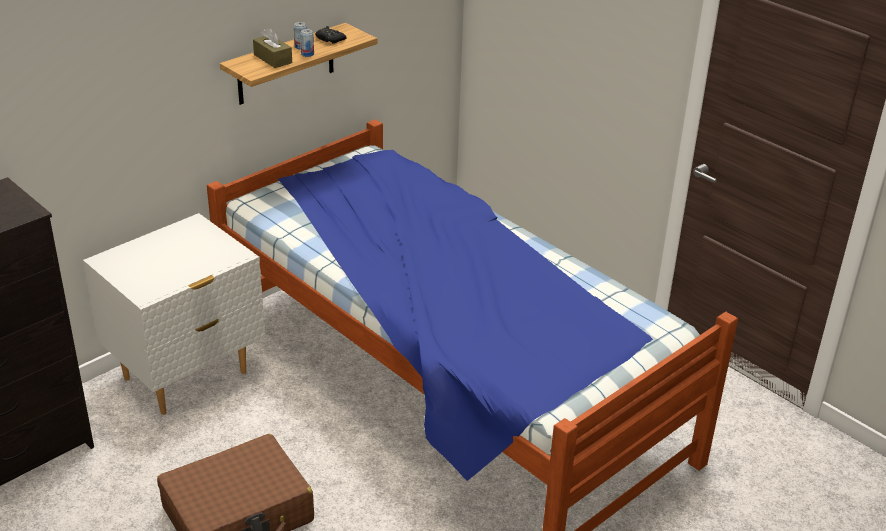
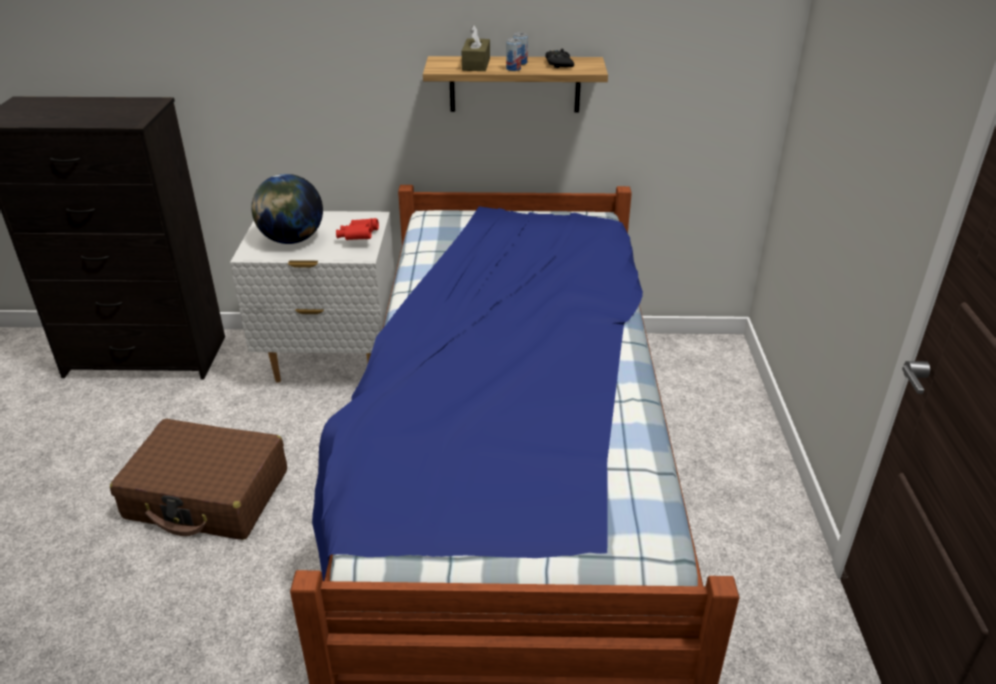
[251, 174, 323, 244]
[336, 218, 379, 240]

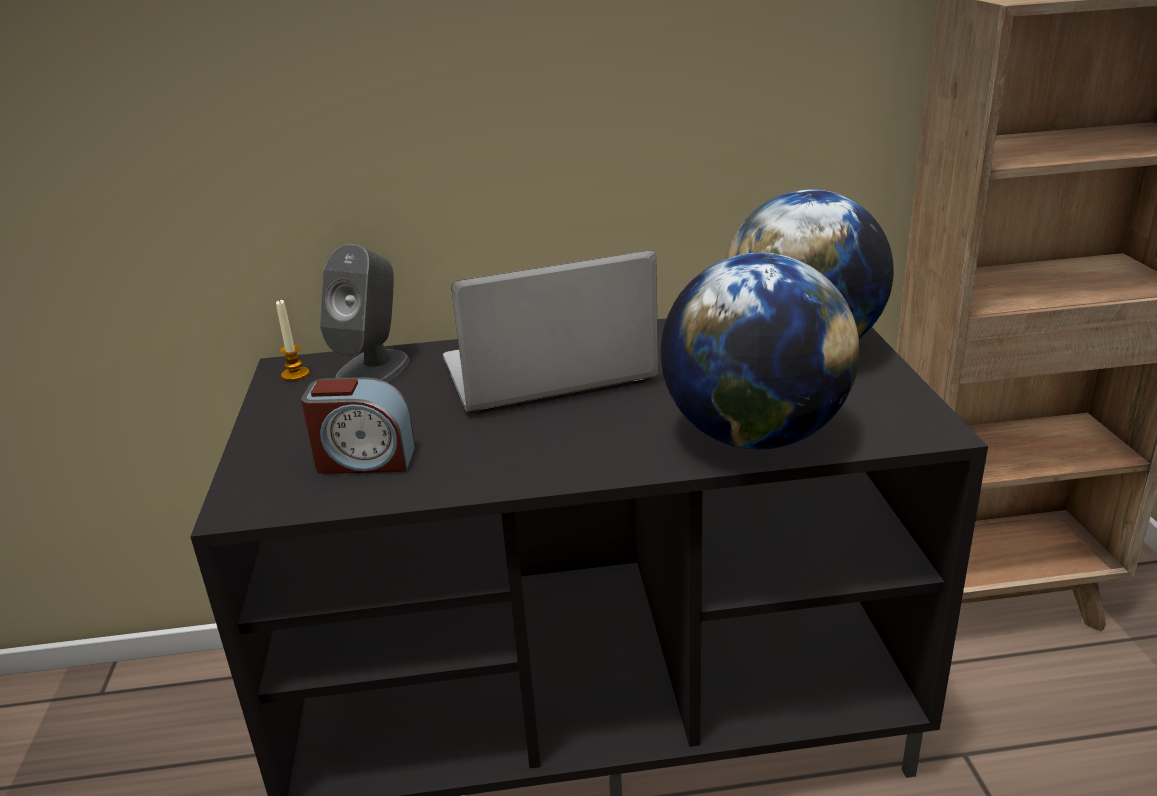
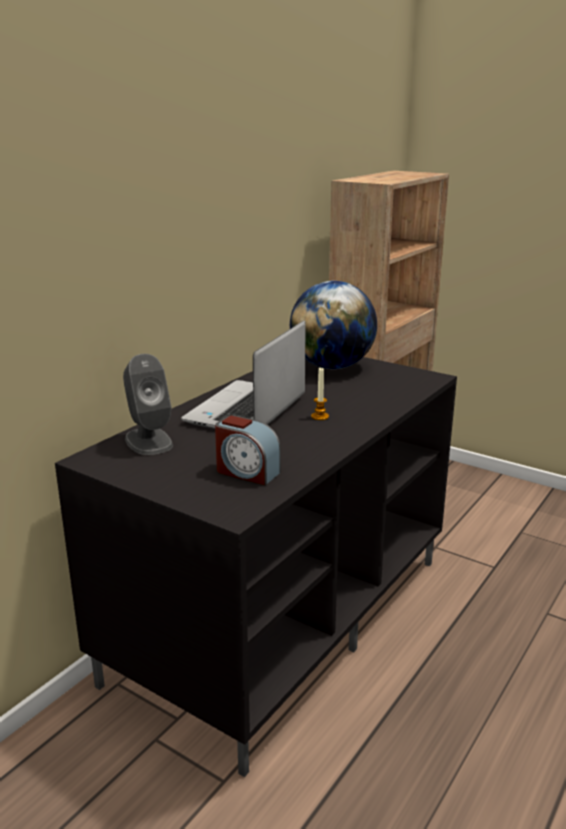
[660, 253, 859, 449] (first image)
[311, 368, 329, 420]
[215, 415, 281, 485]

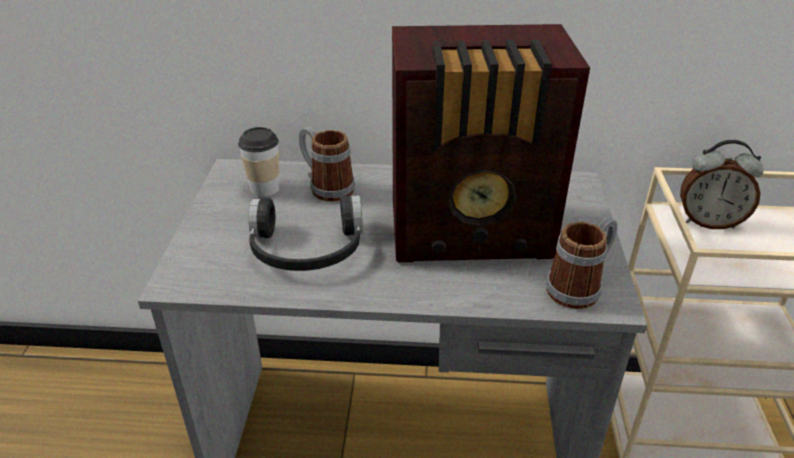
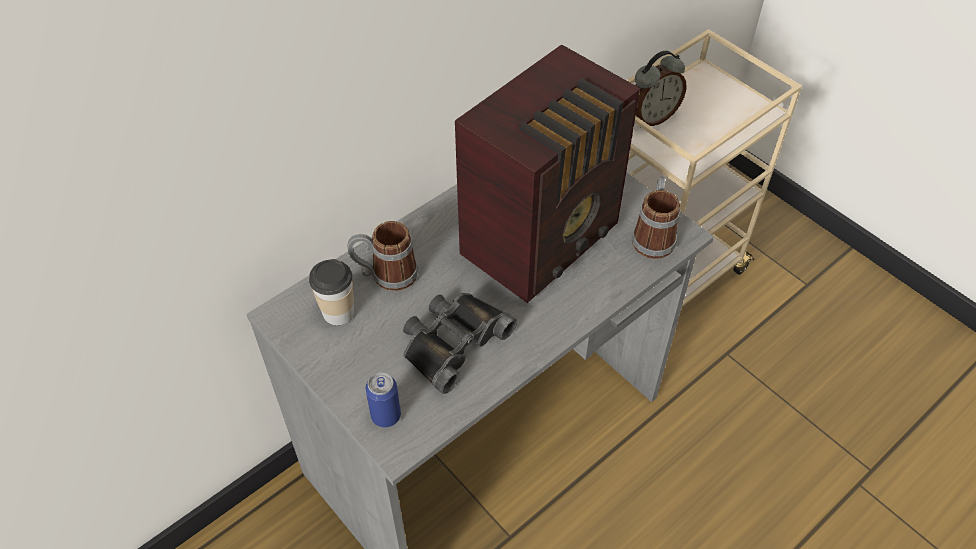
[365, 372, 401, 427]
[403, 293, 517, 394]

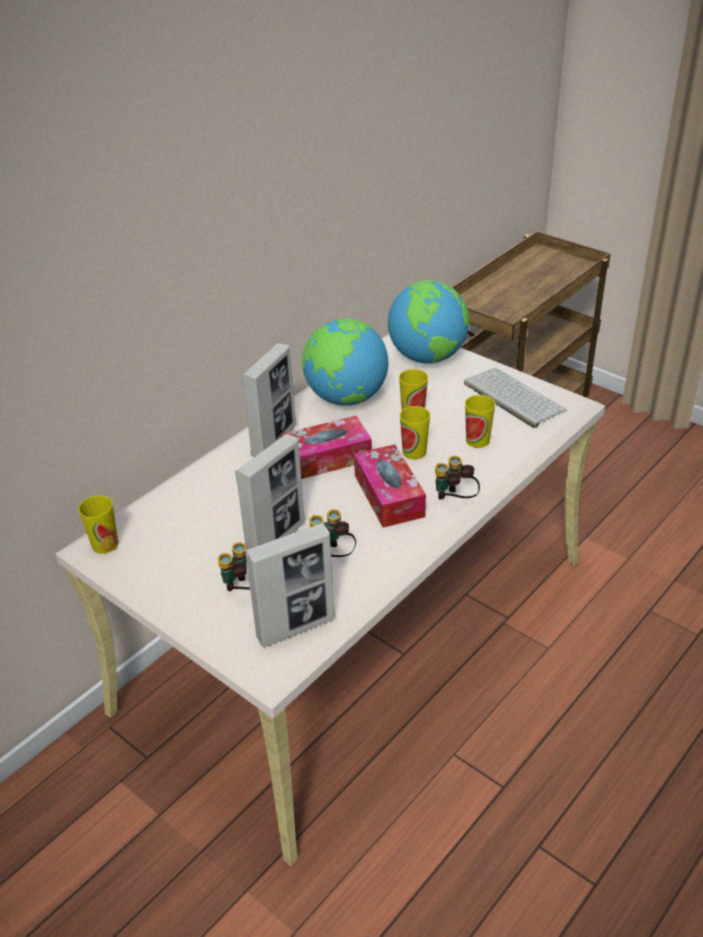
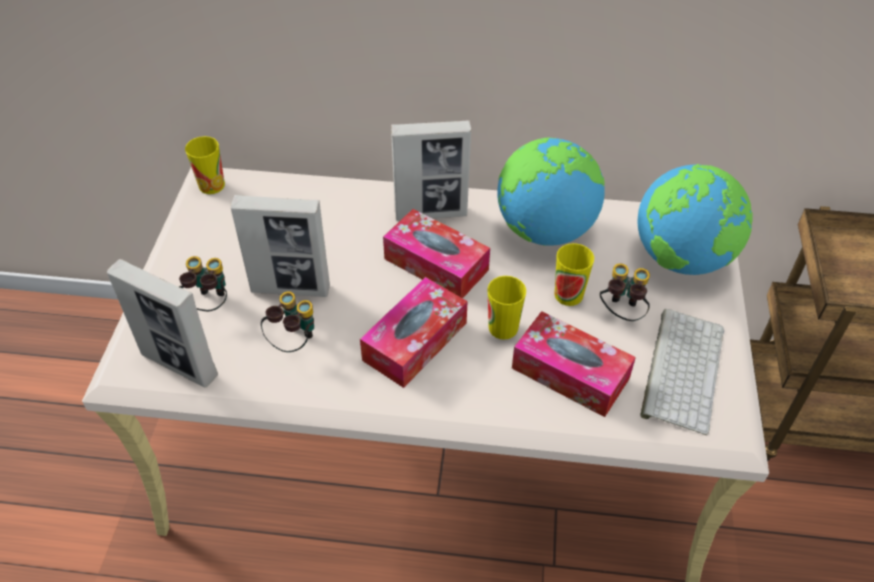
[600, 263, 650, 321]
[512, 311, 636, 417]

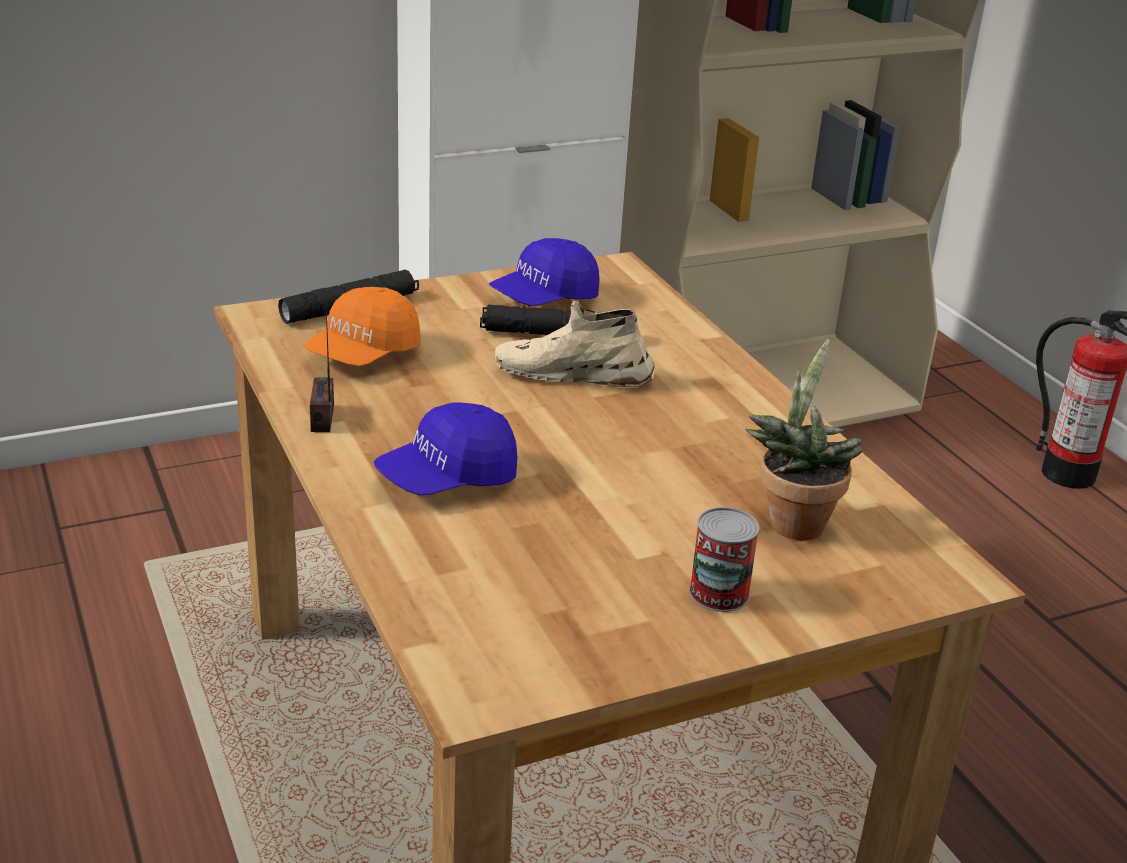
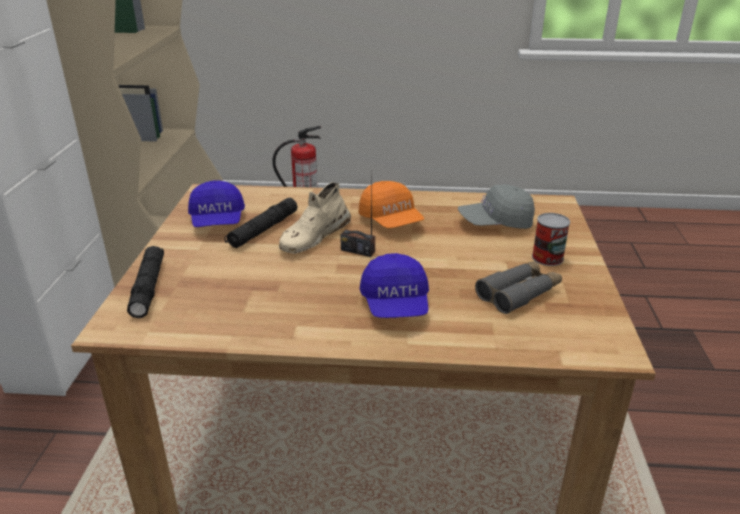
[475, 261, 562, 314]
[358, 181, 424, 228]
[340, 169, 375, 257]
[458, 184, 535, 229]

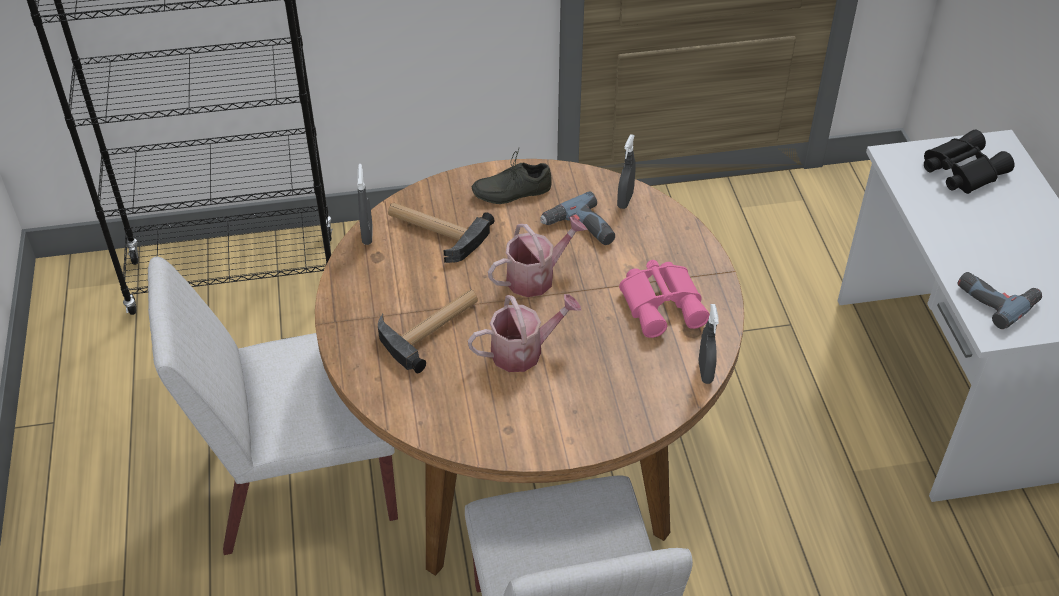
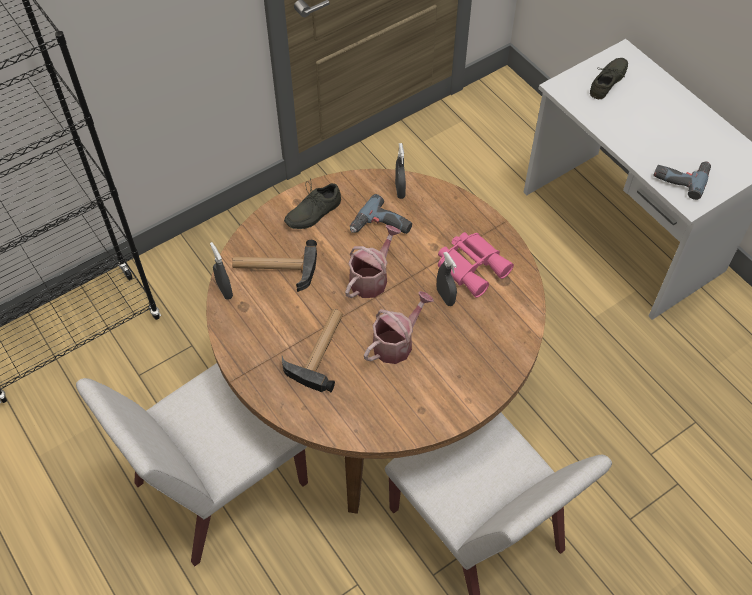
[437, 252, 457, 306]
[590, 58, 628, 99]

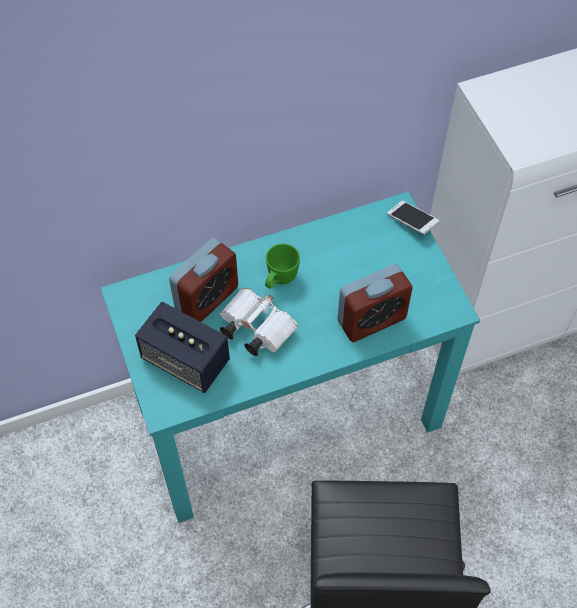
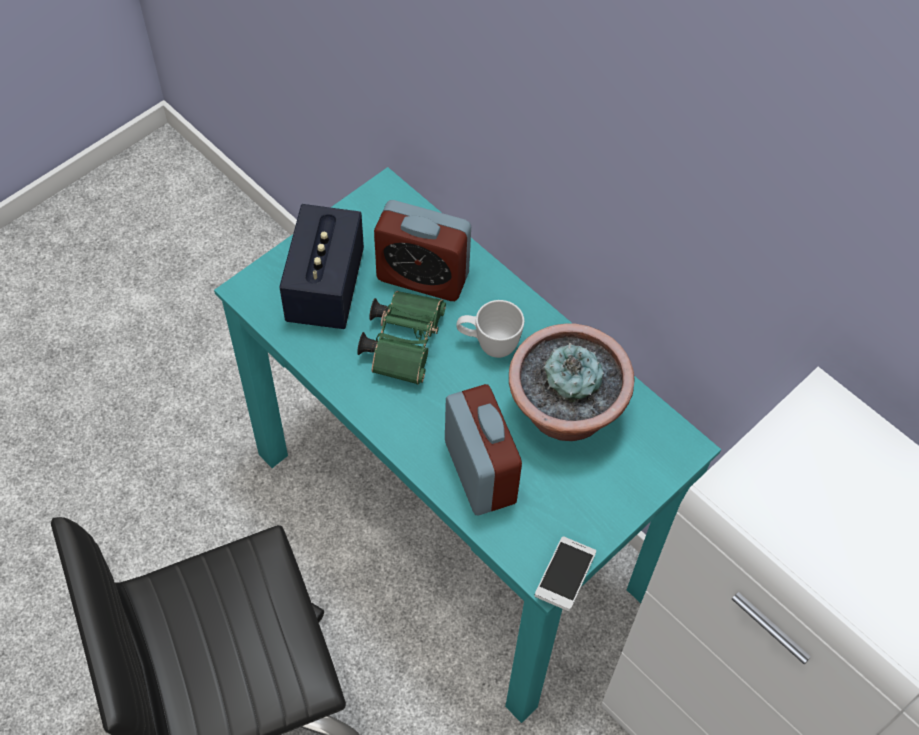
[509, 324, 635, 441]
[534, 536, 596, 611]
[357, 291, 446, 385]
[456, 300, 524, 358]
[445, 384, 522, 515]

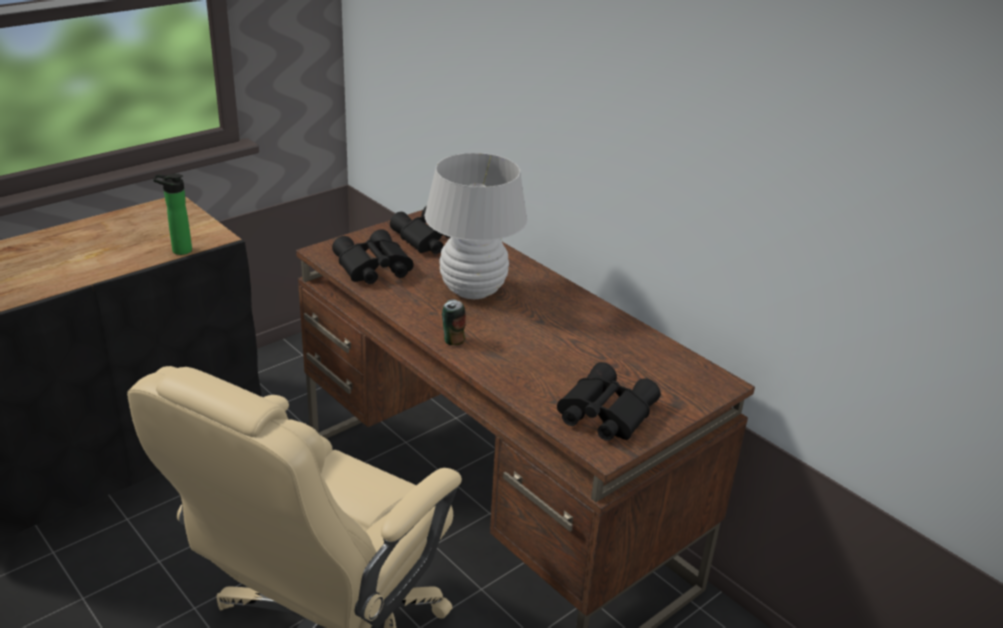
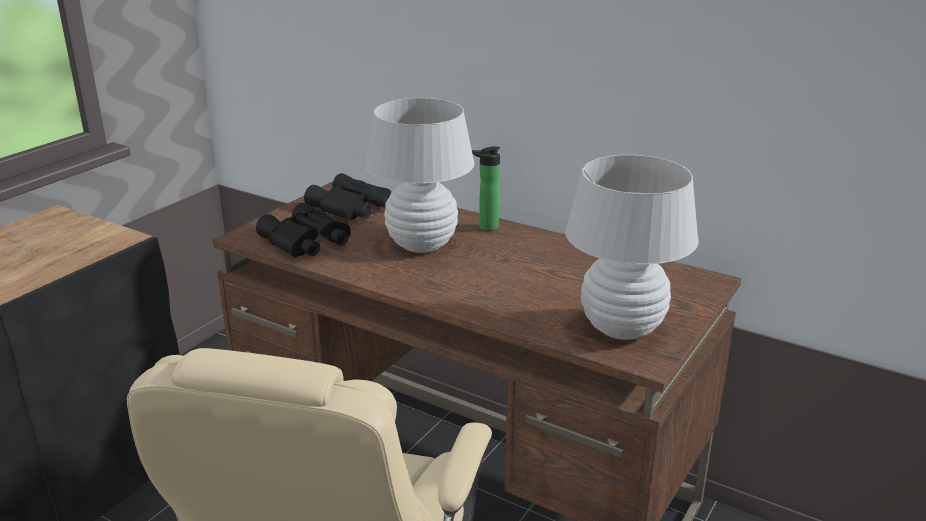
[442, 299, 466, 345] (first image)
[472, 146, 500, 231]
[565, 155, 699, 340]

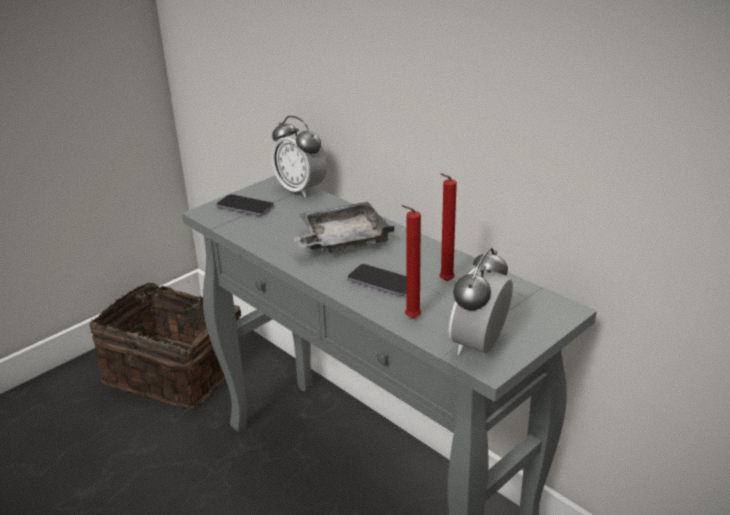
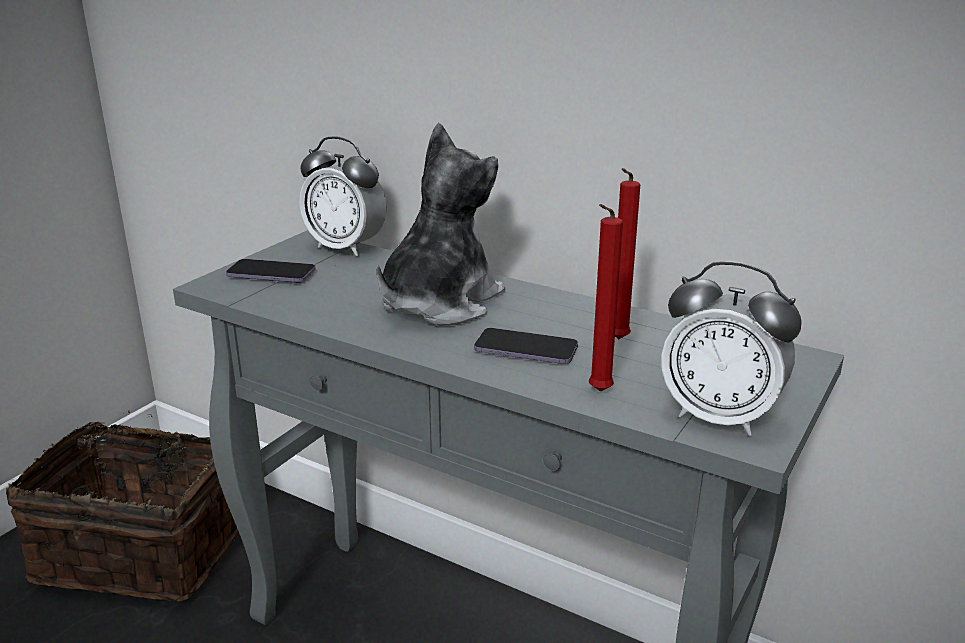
[376, 123, 505, 326]
[661, 261, 802, 436]

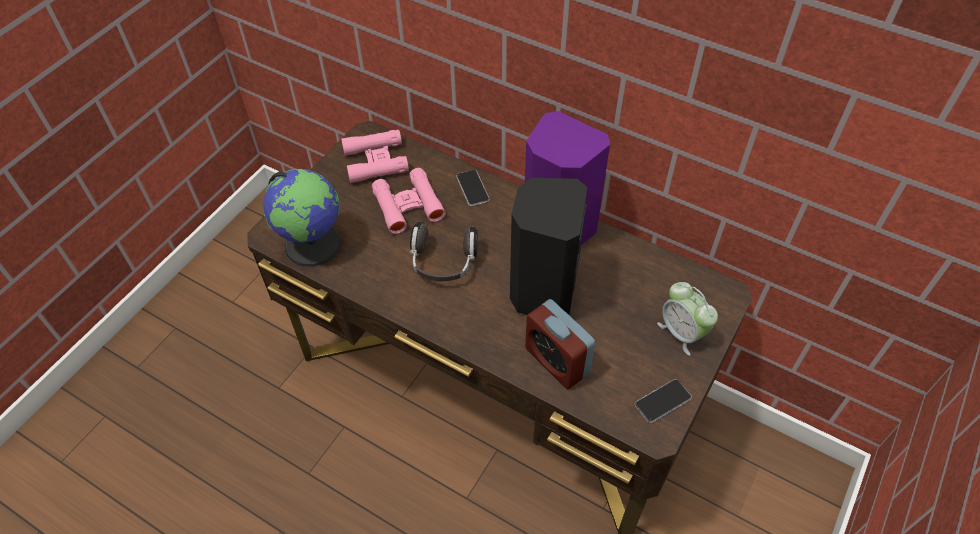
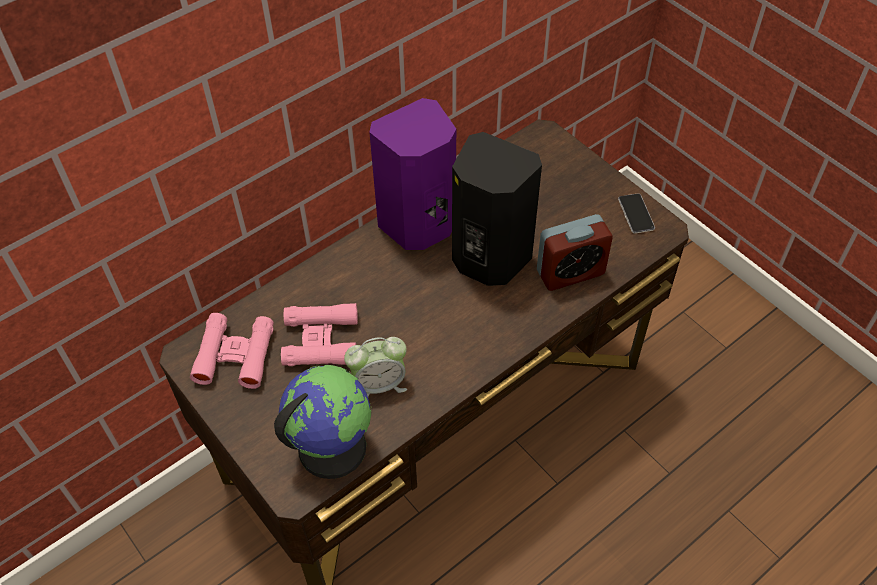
[410, 222, 478, 281] (first image)
[456, 170, 490, 206] (first image)
[344, 337, 407, 397]

